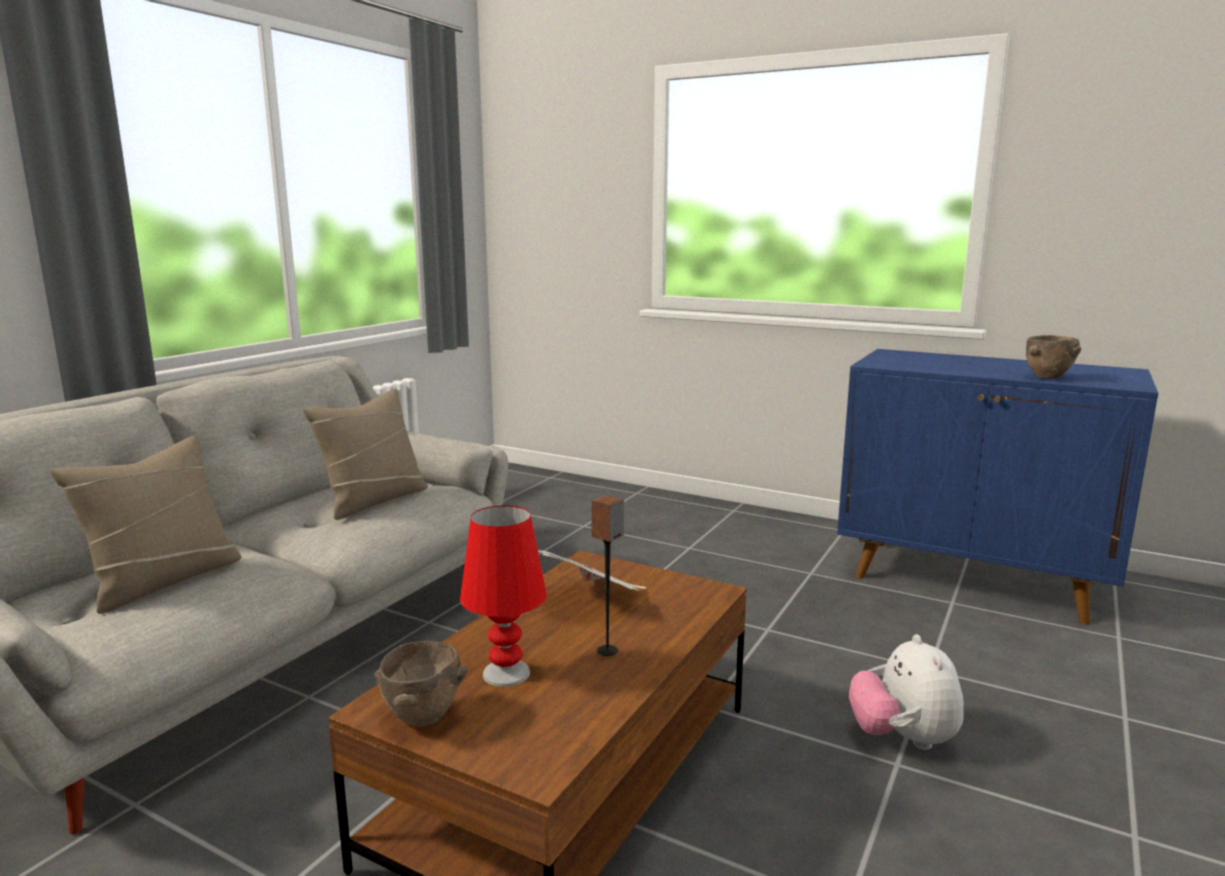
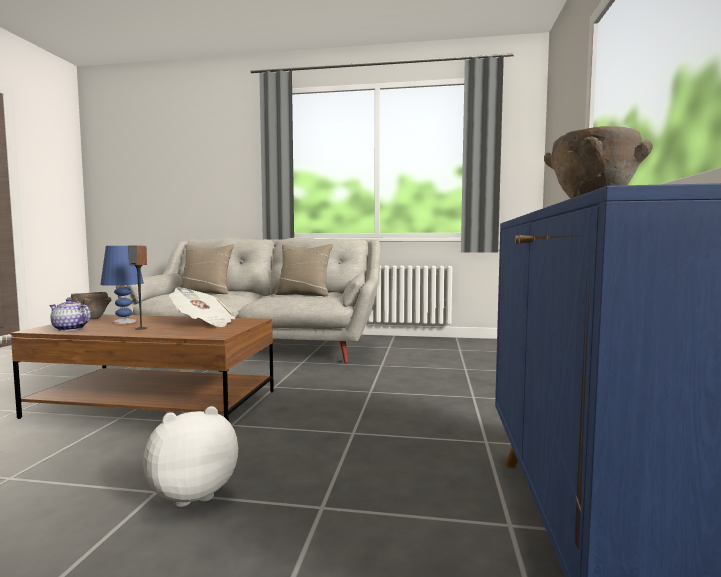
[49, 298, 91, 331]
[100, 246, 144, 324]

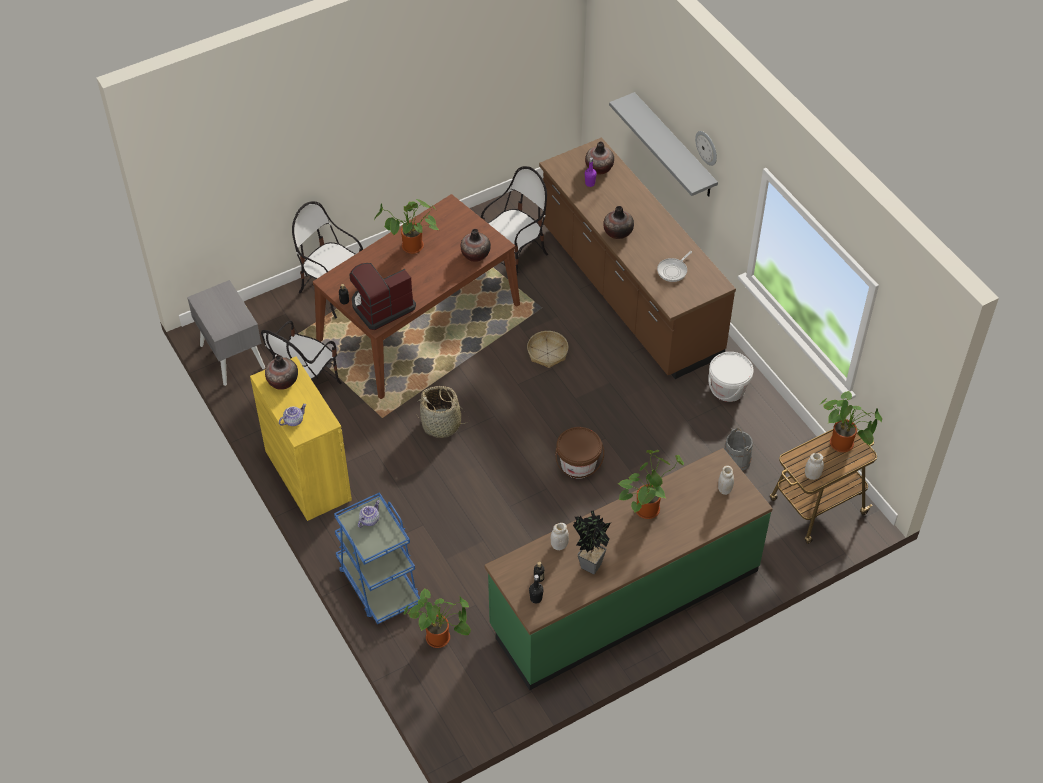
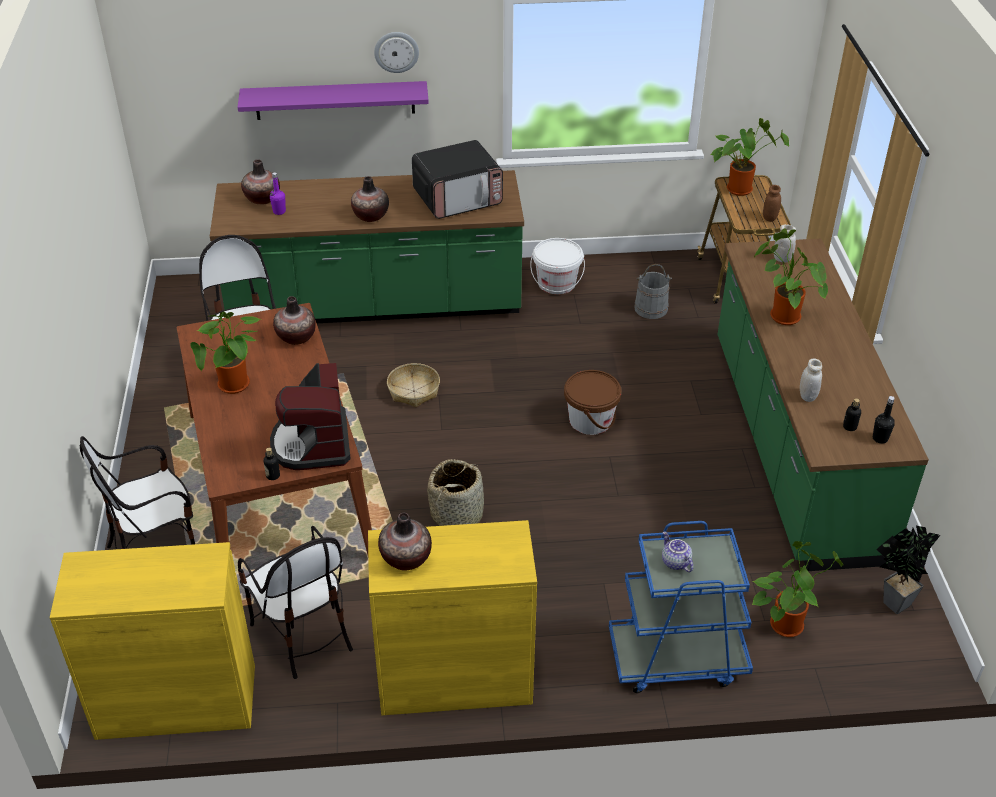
[279, 404, 306, 426] (first image)
[876, 526, 940, 614]
[50, 542, 255, 740]
[412, 140, 503, 219]
[210, 170, 524, 323]
[237, 81, 429, 120]
[763, 185, 781, 222]

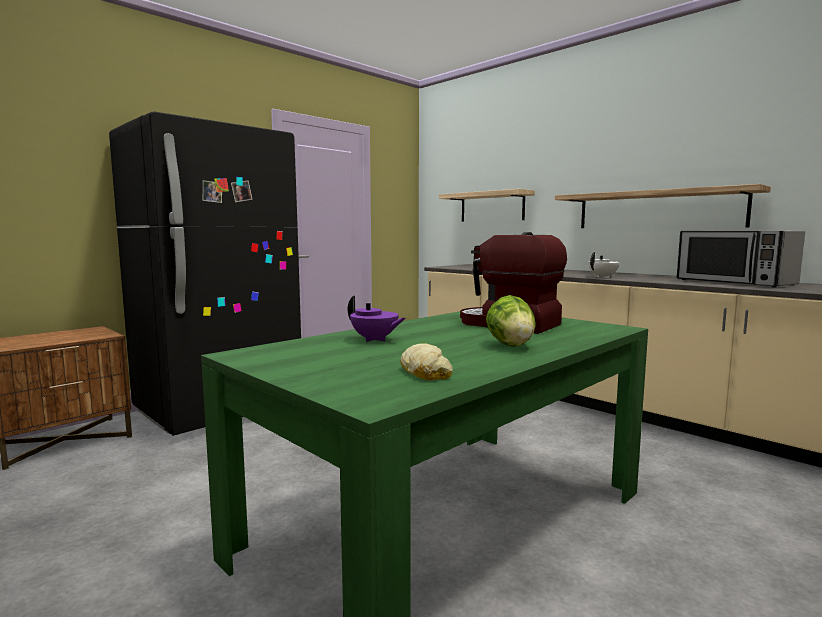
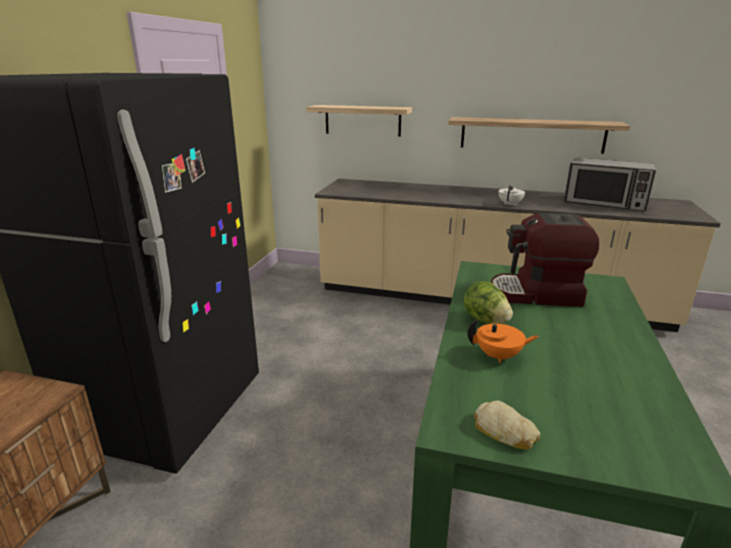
[474, 400, 541, 450]
[463, 281, 513, 324]
[467, 319, 539, 363]

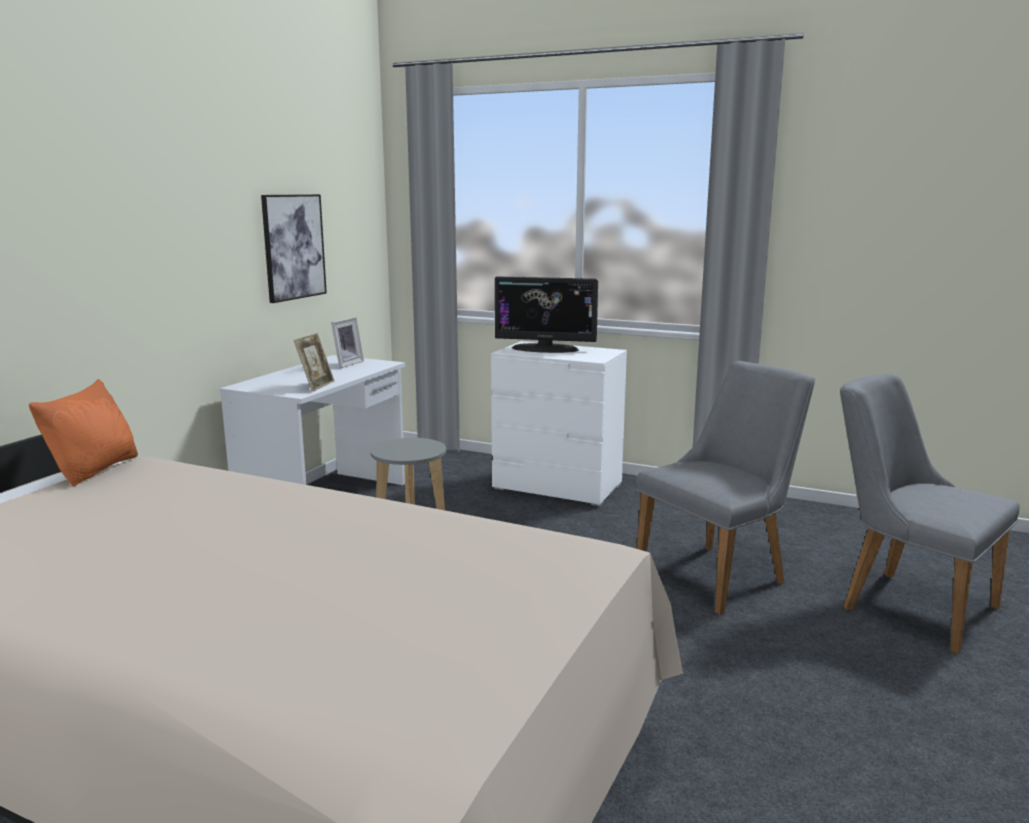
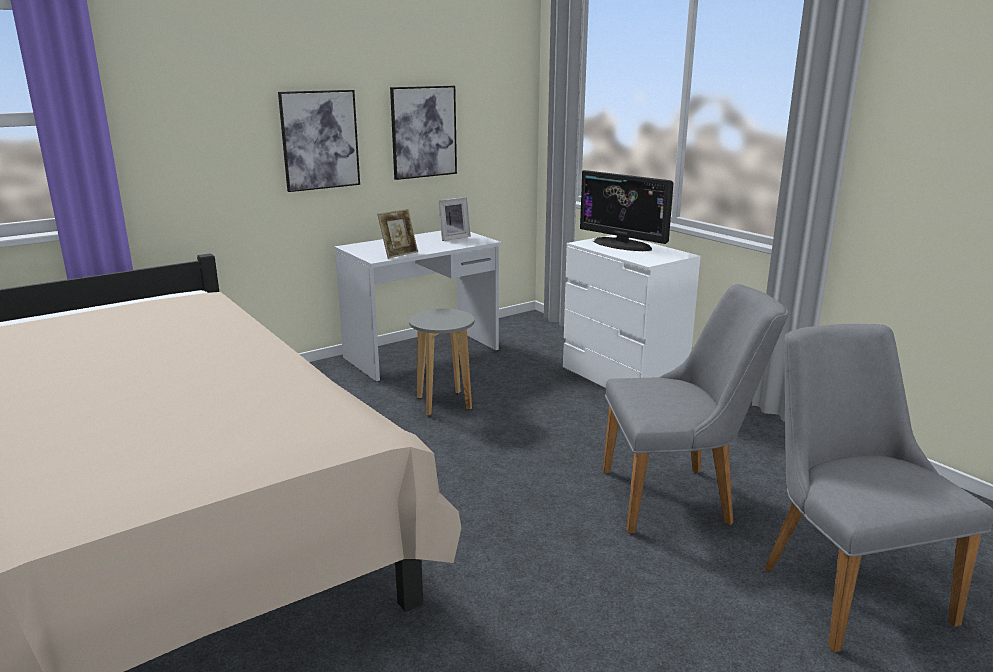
[29, 379, 138, 487] (first image)
[278, 90, 360, 192]

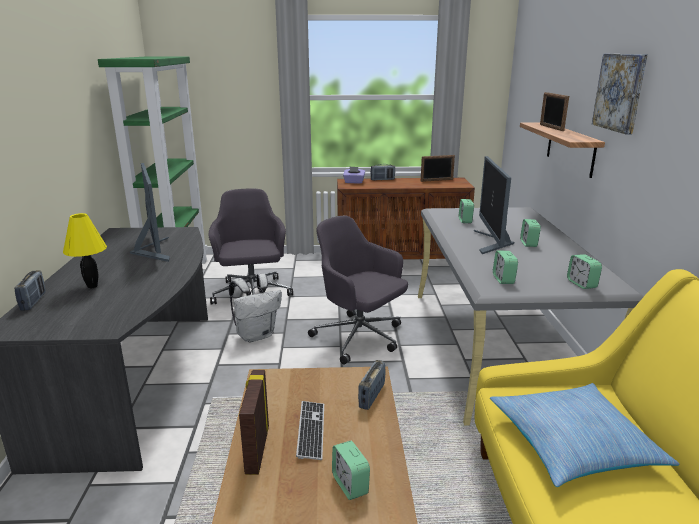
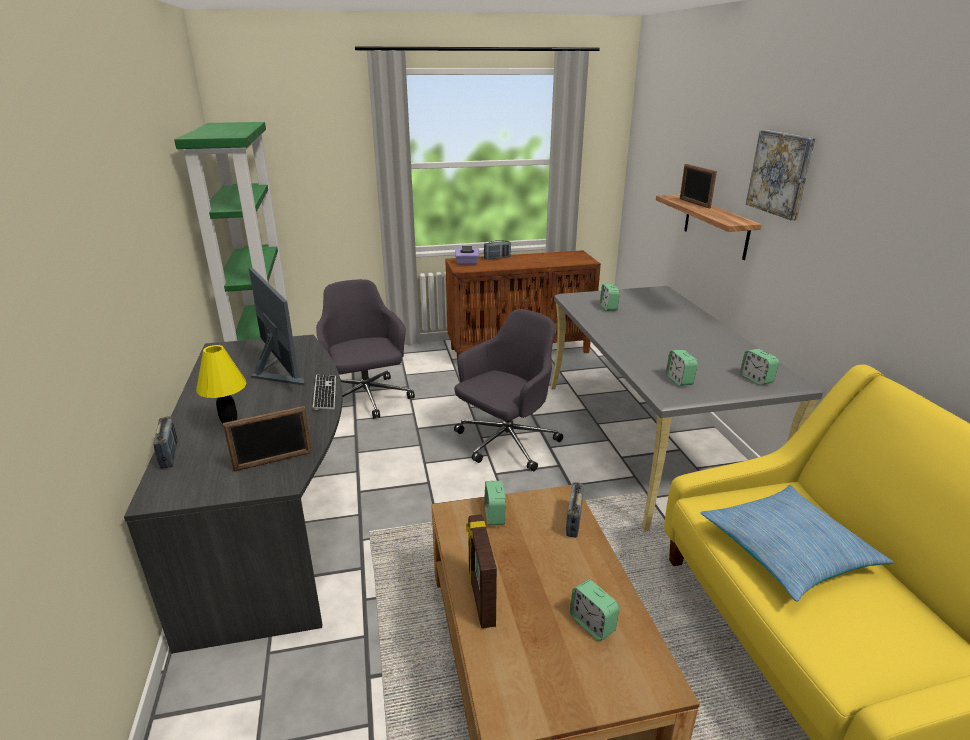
[229, 274, 282, 342] (first image)
[474, 156, 514, 254] (first image)
[313, 375, 336, 410]
[223, 406, 312, 472]
[484, 481, 506, 525]
[454, 309, 563, 471]

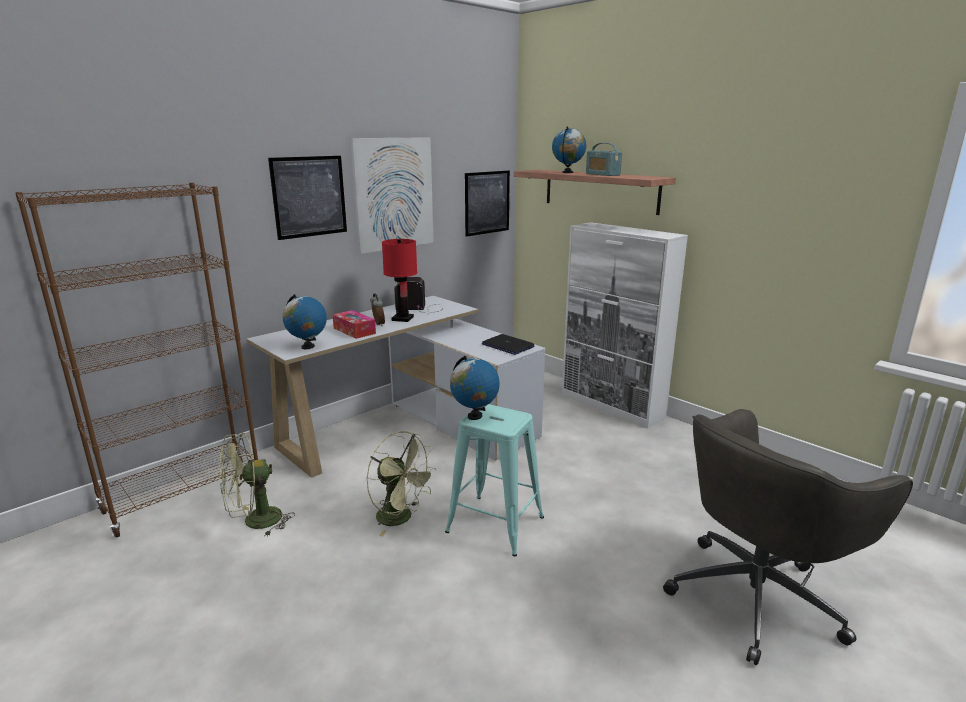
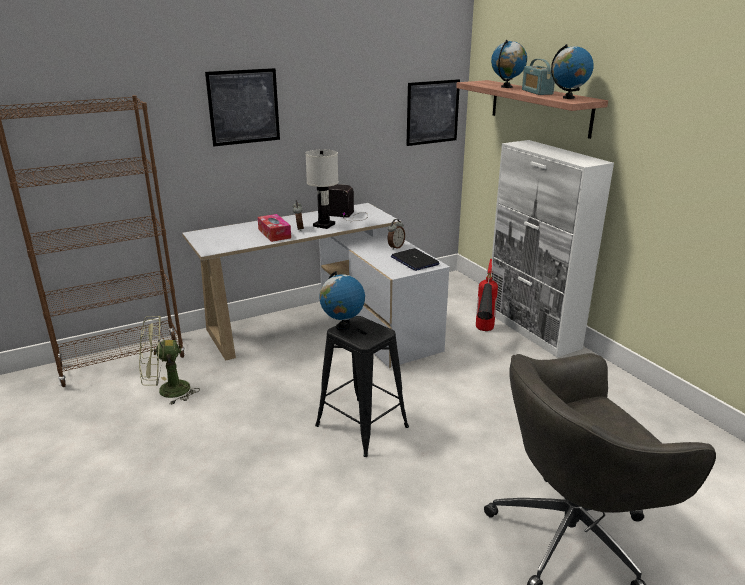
[351, 137, 434, 254] (first image)
[366, 431, 437, 536] (first image)
[387, 219, 405, 250]
[476, 259, 498, 331]
[551, 44, 594, 99]
[305, 149, 339, 229]
[315, 316, 409, 457]

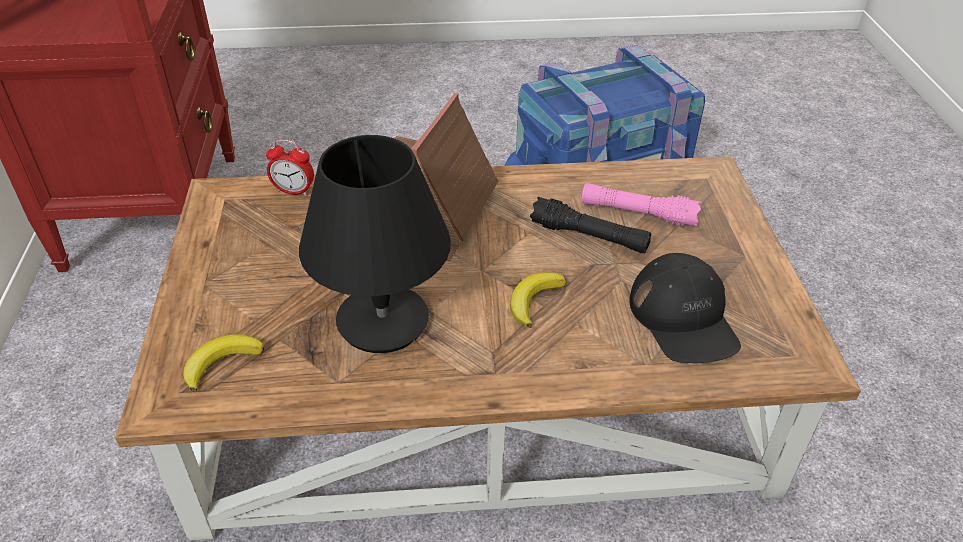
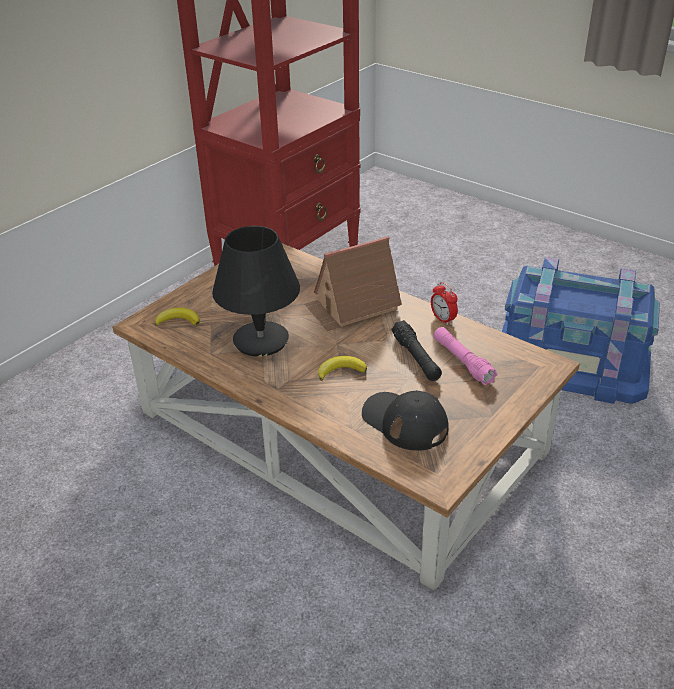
[431, 282, 458, 326]
[362, 390, 449, 451]

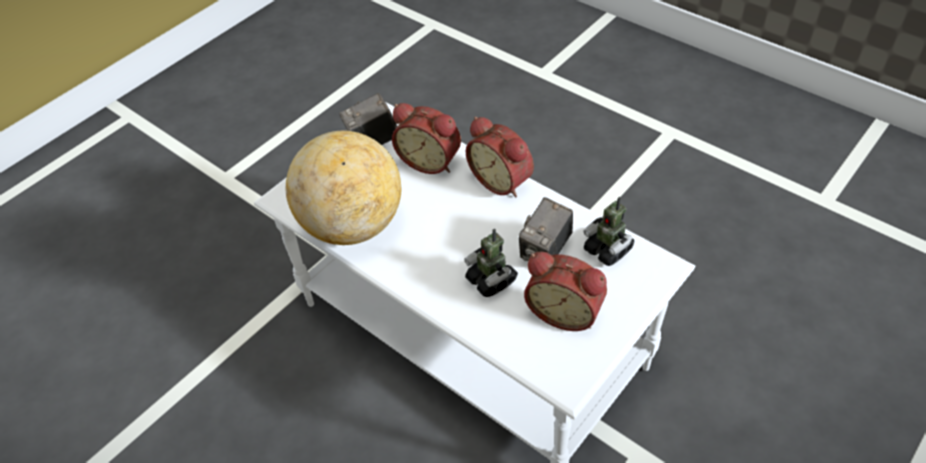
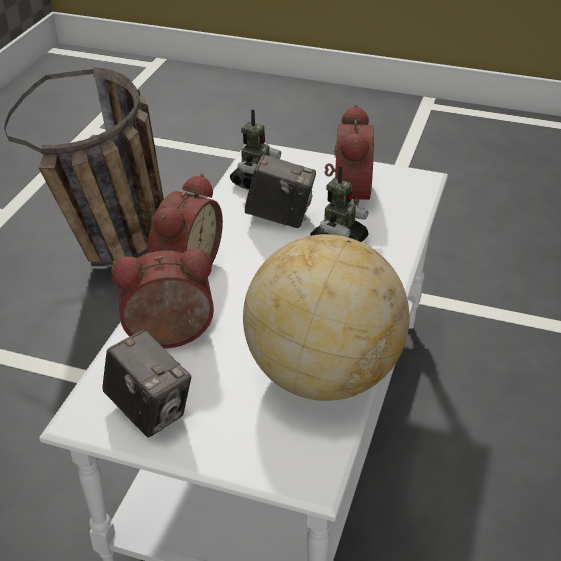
[4, 67, 164, 266]
[111, 249, 214, 348]

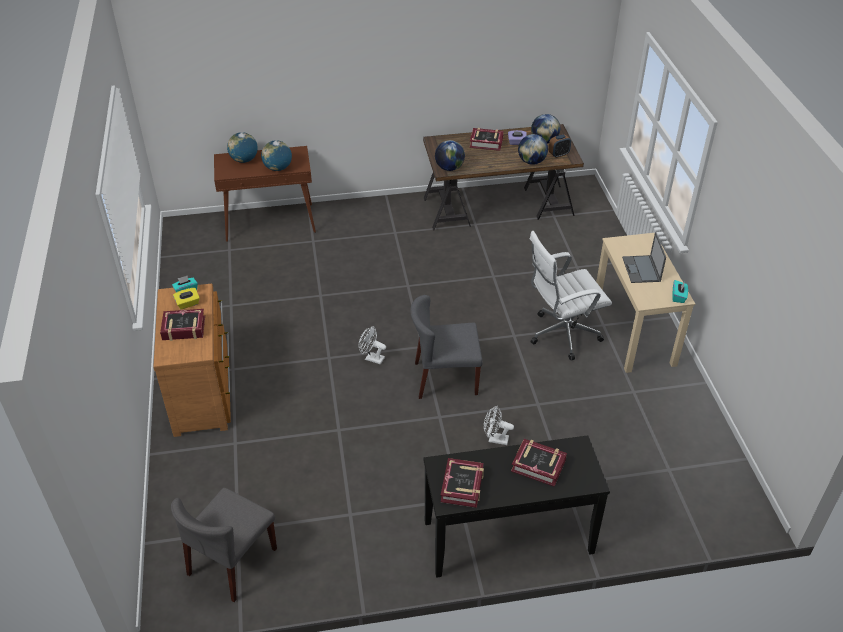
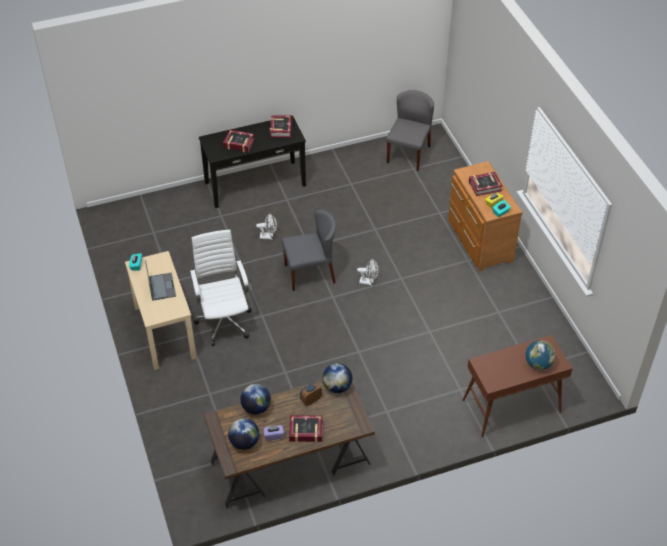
[261, 140, 292, 171] (first image)
[300, 382, 322, 406]
[190, 230, 252, 346]

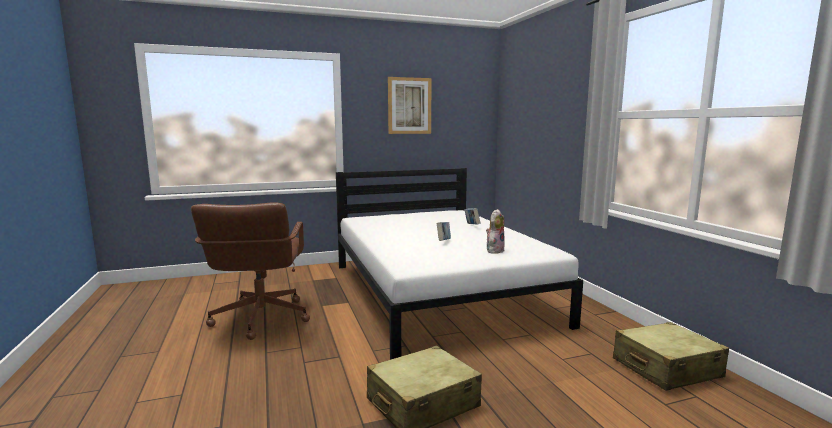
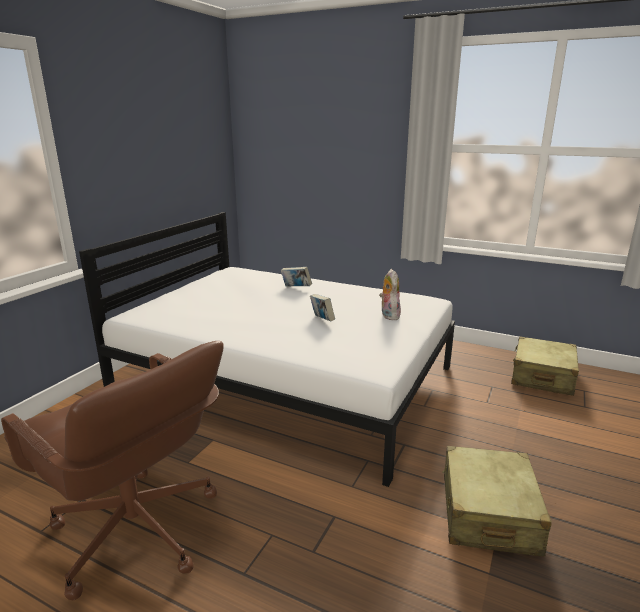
[388, 77, 432, 134] (first image)

